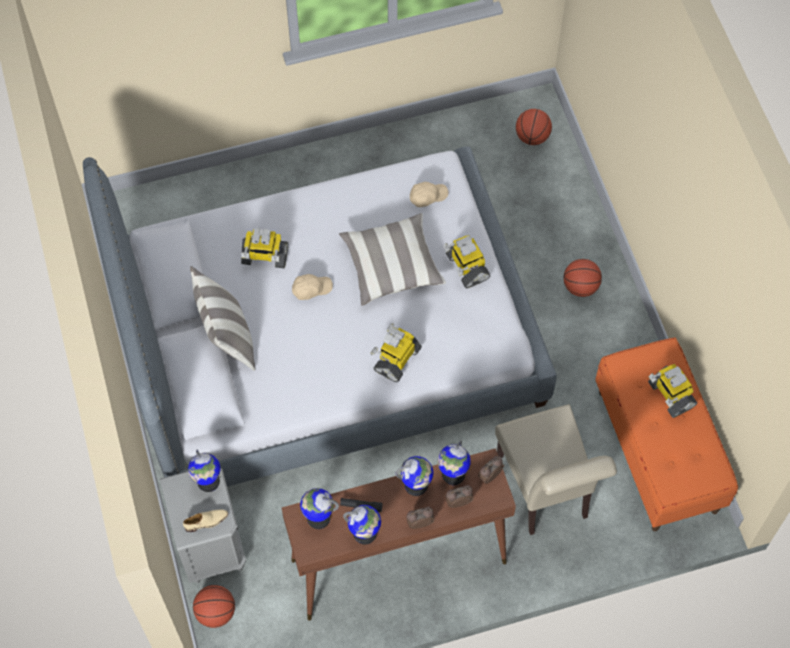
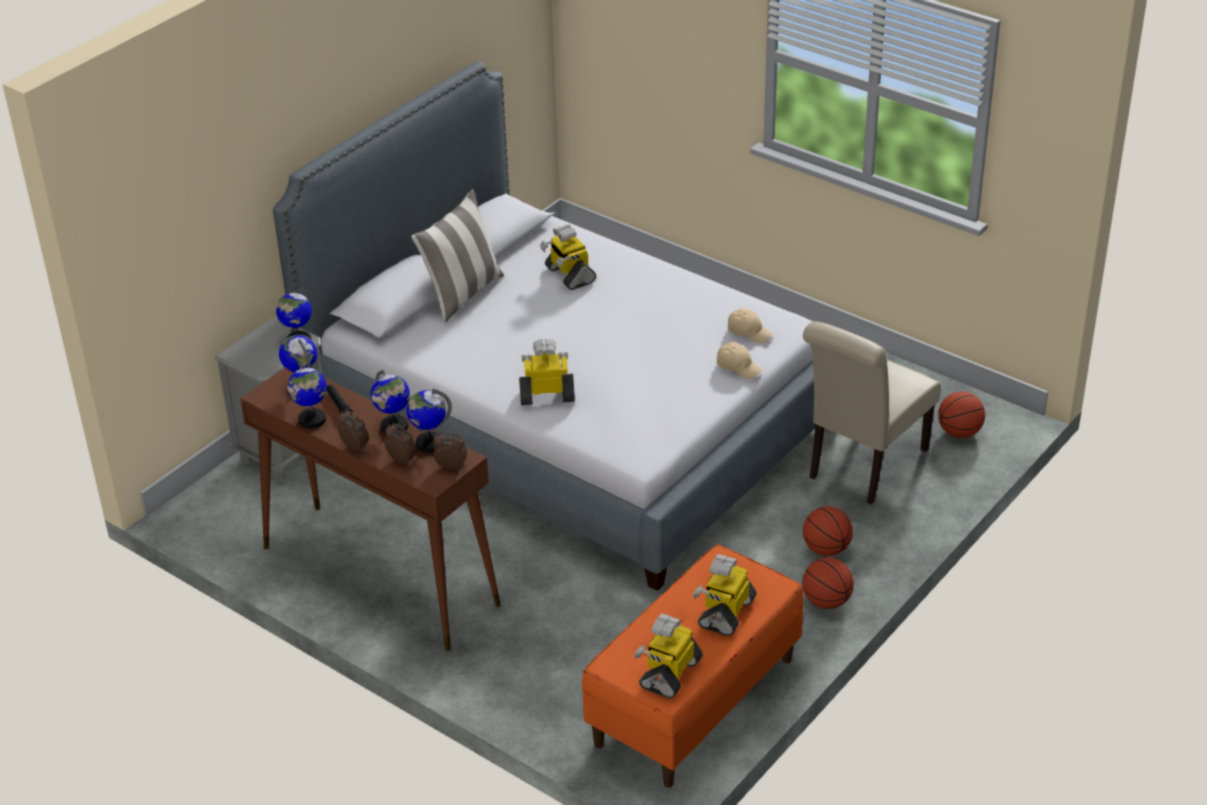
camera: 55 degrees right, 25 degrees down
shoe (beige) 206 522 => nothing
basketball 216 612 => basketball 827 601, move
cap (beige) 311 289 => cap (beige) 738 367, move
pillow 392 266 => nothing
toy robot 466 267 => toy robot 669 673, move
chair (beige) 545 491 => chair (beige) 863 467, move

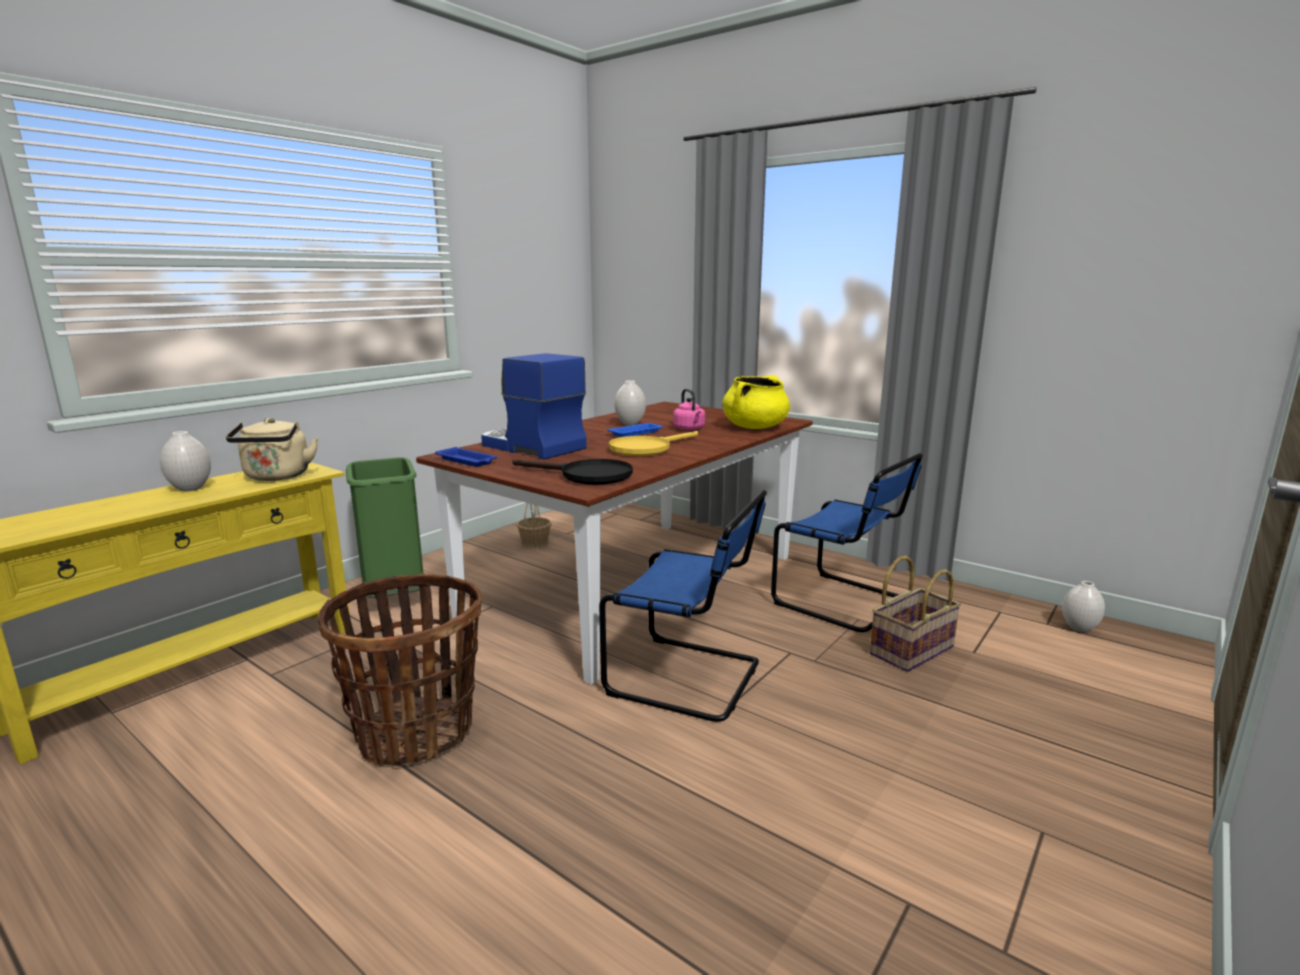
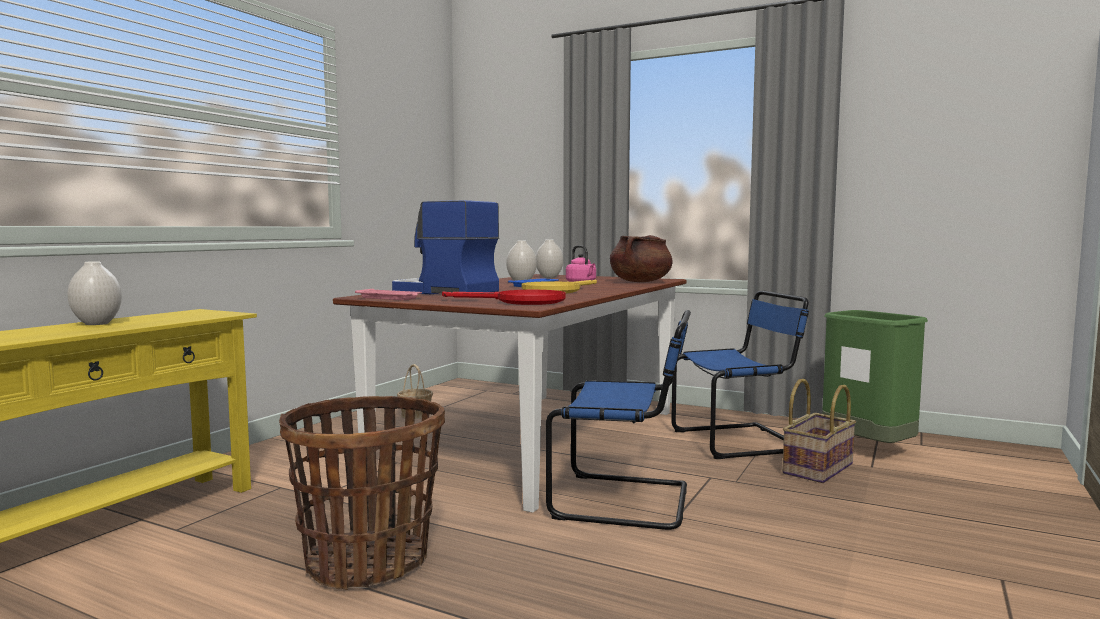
camera: 10 degrees left, 10 degrees down
kettle (beige) 277 477 => nothing
trash can (green) 395 598 => trash can (green) 868 450, move
tray (blue) 467 461 => tray (pink) 389 298
frying pan (black) 586 475 => frying pan (red) 520 301
cooking pot (yellow) 755 427 => cooking pot (brown) 640 282
chair (blue) 844 603 => chair (blue) 739 441, 45 degrees counterclockwise
vase (white) 1079 628 => vase (white) 549 277, move

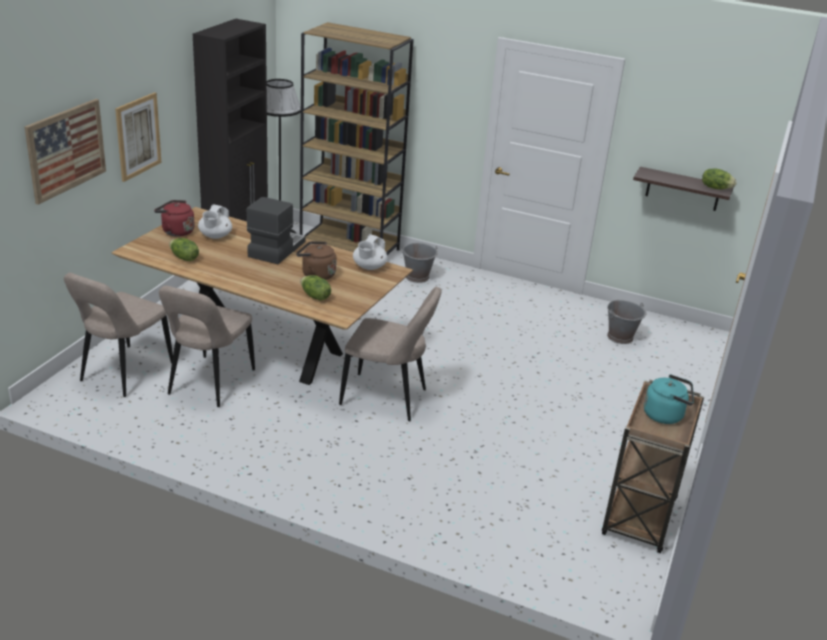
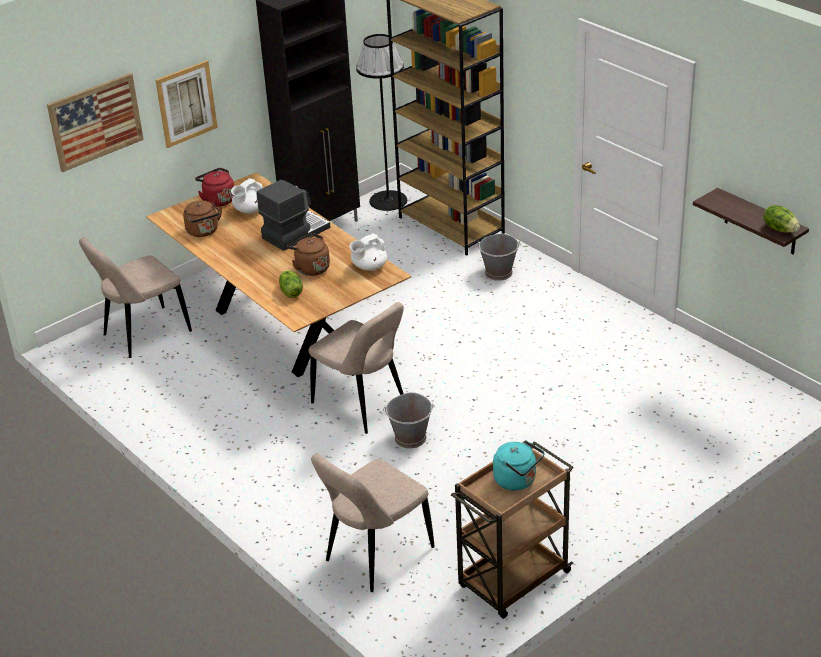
camera: 30 degrees right, 5 degrees up
chair (beige) 209 384 => chair (beige) 375 556, move
lettuce 184 258 => kettle (brown) 203 232
bucket (grey) 620 337 => bucket (grey) 411 438, move

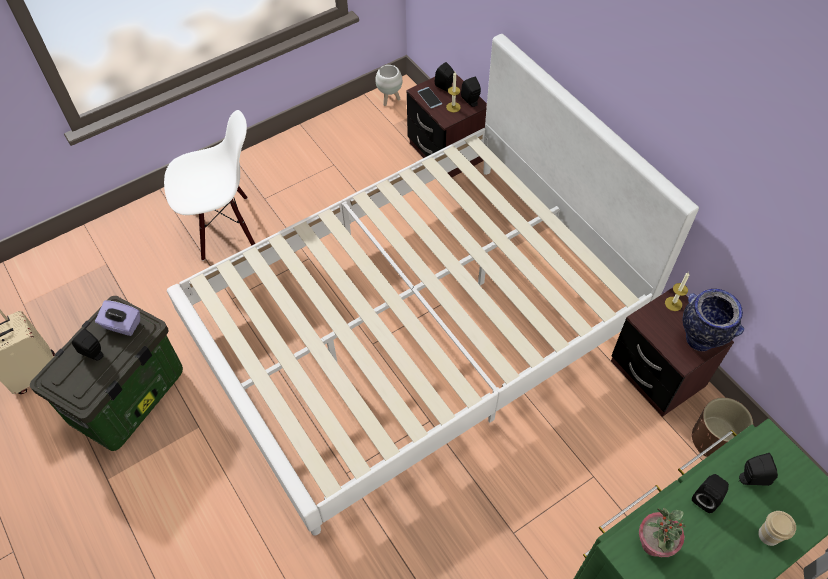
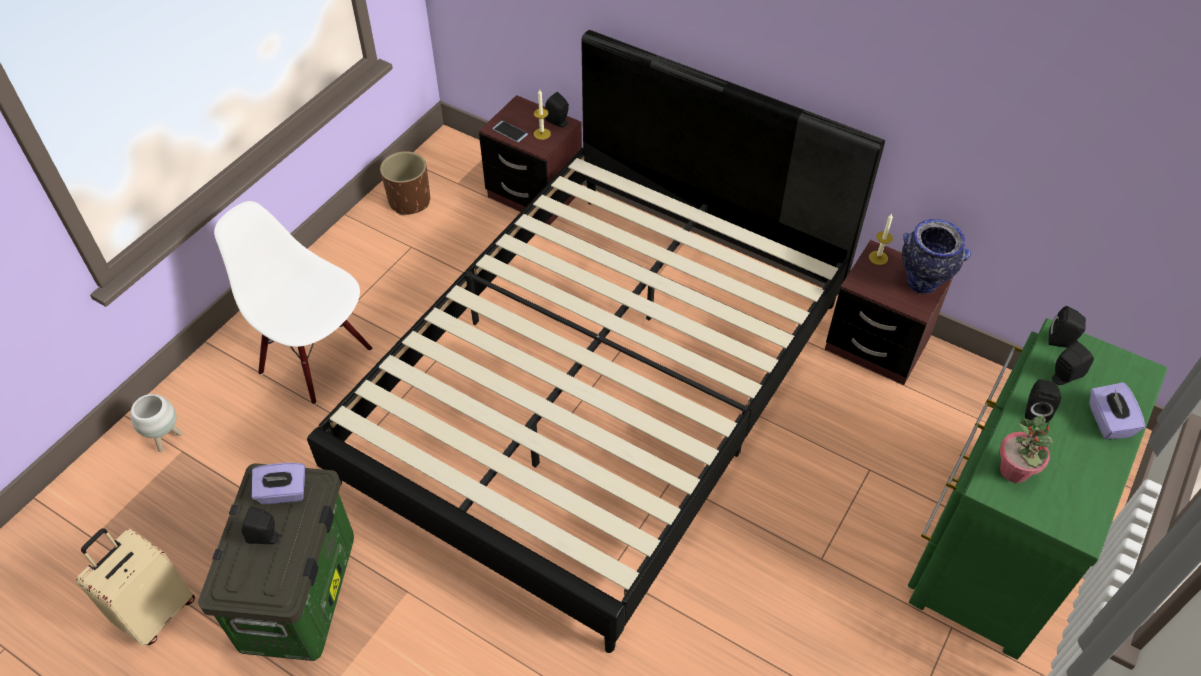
camera: 25 degrees left, 5 degrees down
chair (white) 225 229 => chair (white) 317 359, 105 degrees counterclockwise
bed (white) 415 326 => bed (black) 601 388
planter (white) 389 100 => planter (white) 166 439, move
speaker (black) 445 87 => speaker (black) 1062 341, move
planter (brown) 713 440 => planter (brown) 410 201, move
cup 769 535 => tissue box (purple) 1108 421

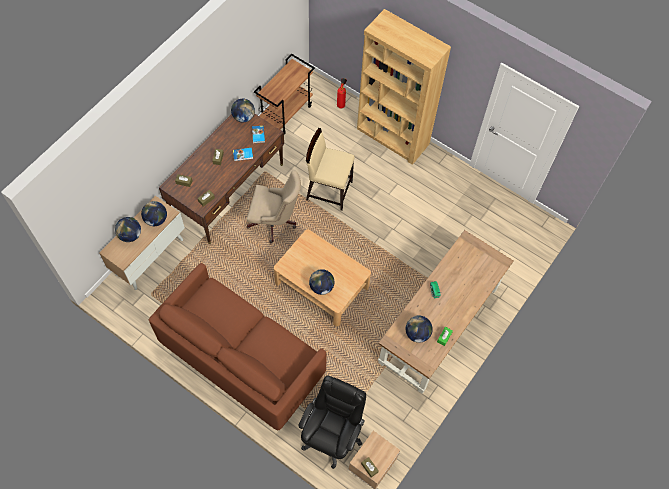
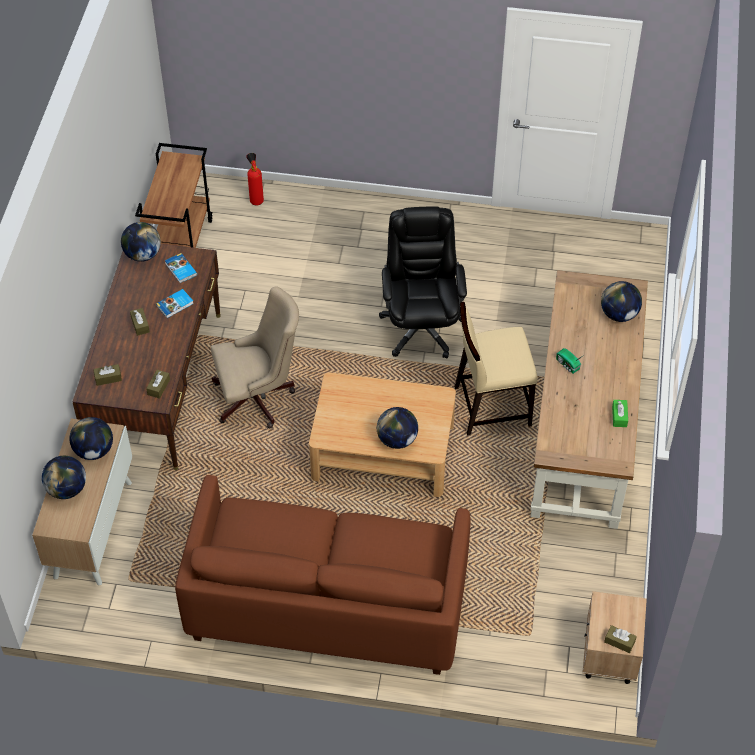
camera: 25 degrees left, 10 degrees down
office chair (black) 331 435 => office chair (black) 421 326, move
chair (beige) 329 190 => chair (beige) 491 406, move
bookcase (brown) 392 137 => nothing
globe 417 333 => globe 619 314, move

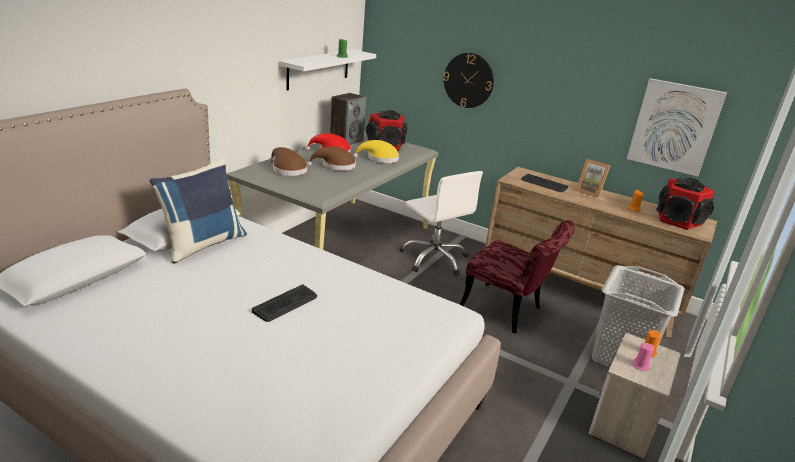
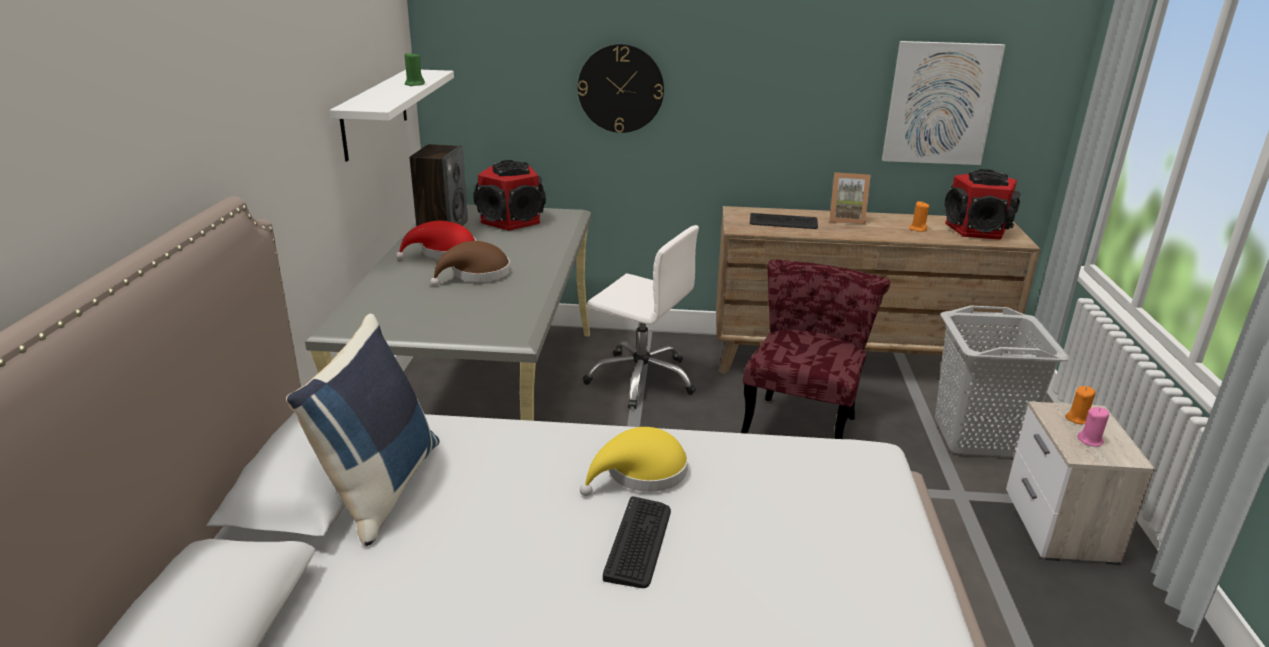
camera: 25 degrees left, 0 degrees up
hat (brown) 287 170 => nothing
hat (yellow) 380 159 => hat (yellow) 641 473, move
chair (red) 508 312 => chair (red) 802 424, 75 degrees counterclockwise

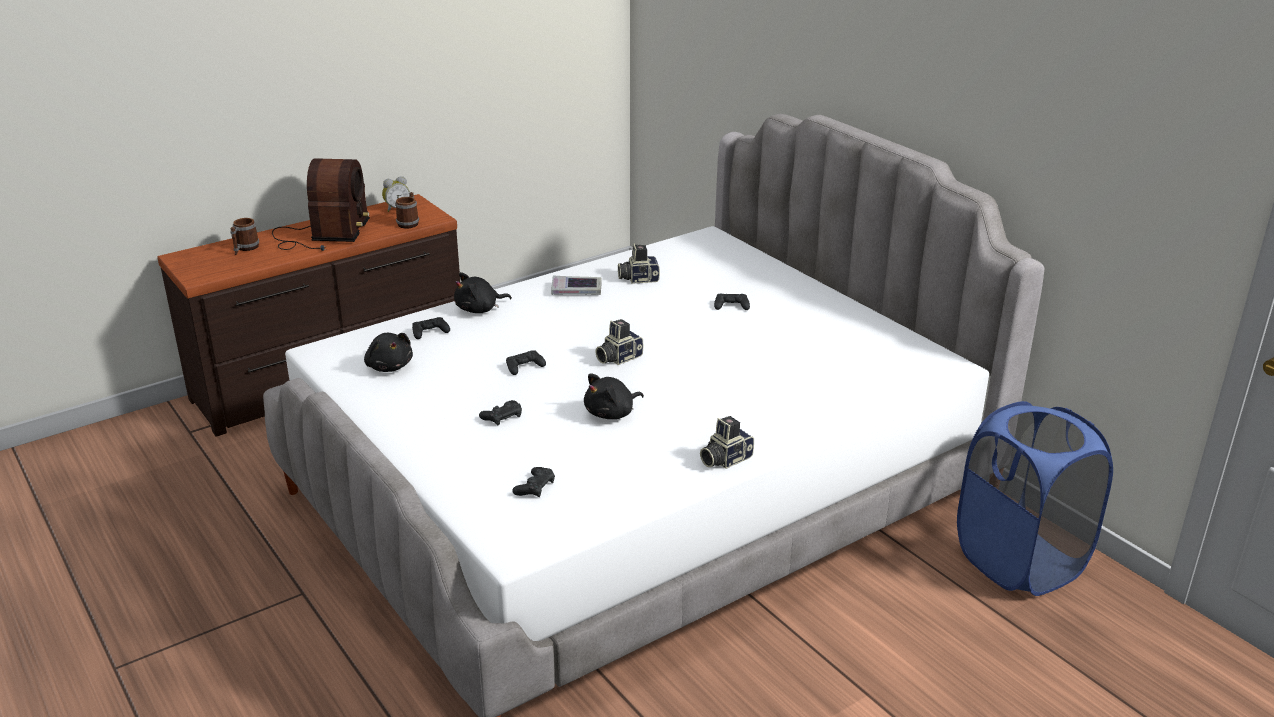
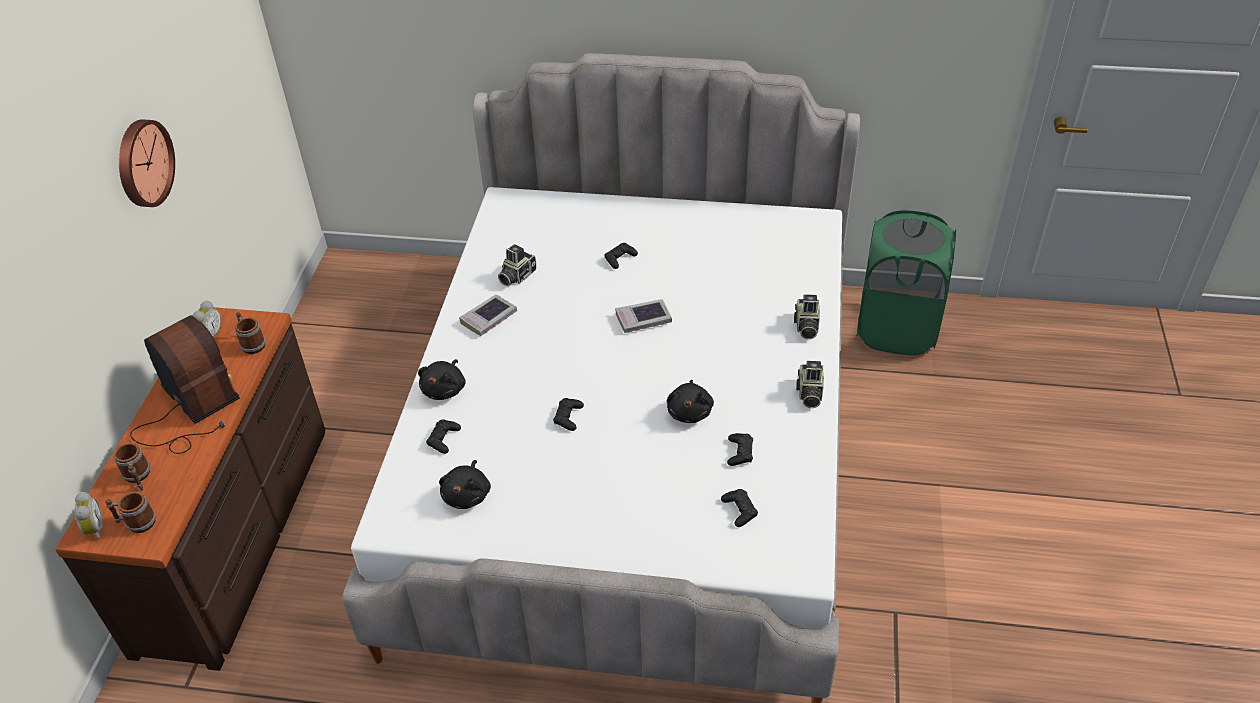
camera: 45 degrees left, 15 degrees up
plush toy (black) 389 366 => plush toy (black) 467 495, 90 degrees clockwise
game controller (black) 502 417 => game controller (black) 740 453, move
photo camera 618 357 => photo camera 806 326, move
laundry basket (blue) 1019 561 => laundry basket (green) 896 329
nothing => alarm clock 94 530
nothing => mug 136 522
nothing => wall clock 142 163
nothing => book 643 319

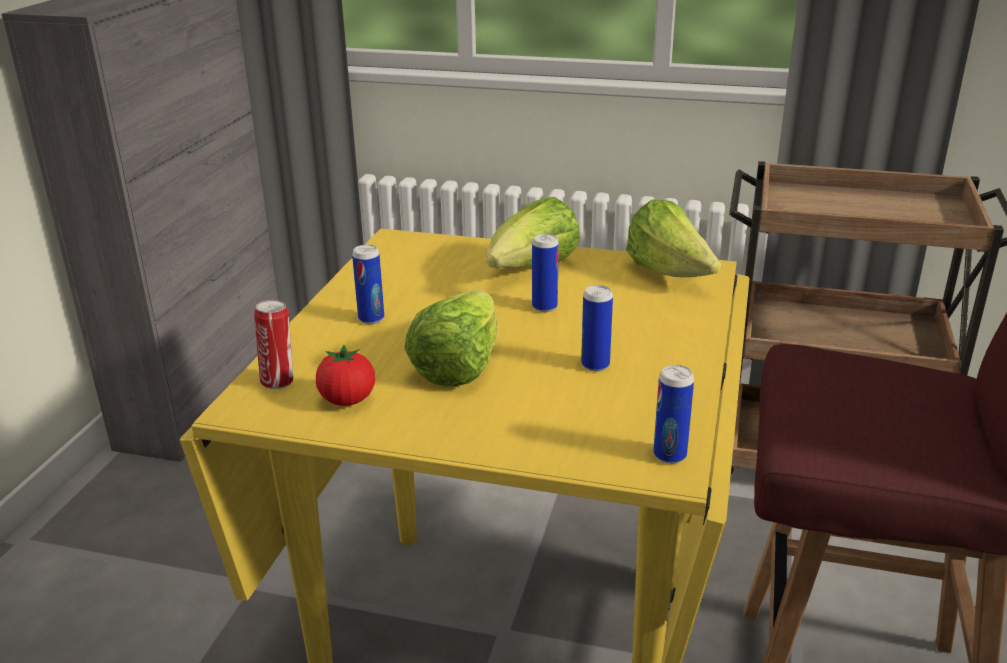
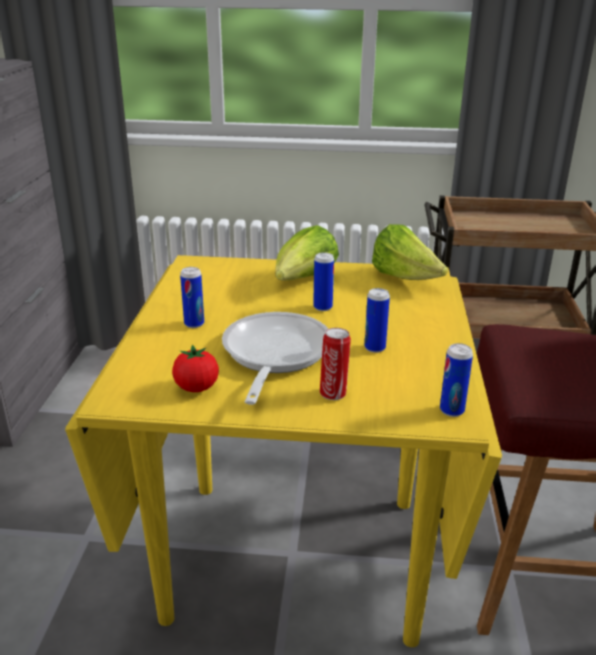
camera: 10 degrees left, 0 degrees up
can 279 381 => can 333 393, move
lettuce 458 366 => frying pan 273 355

